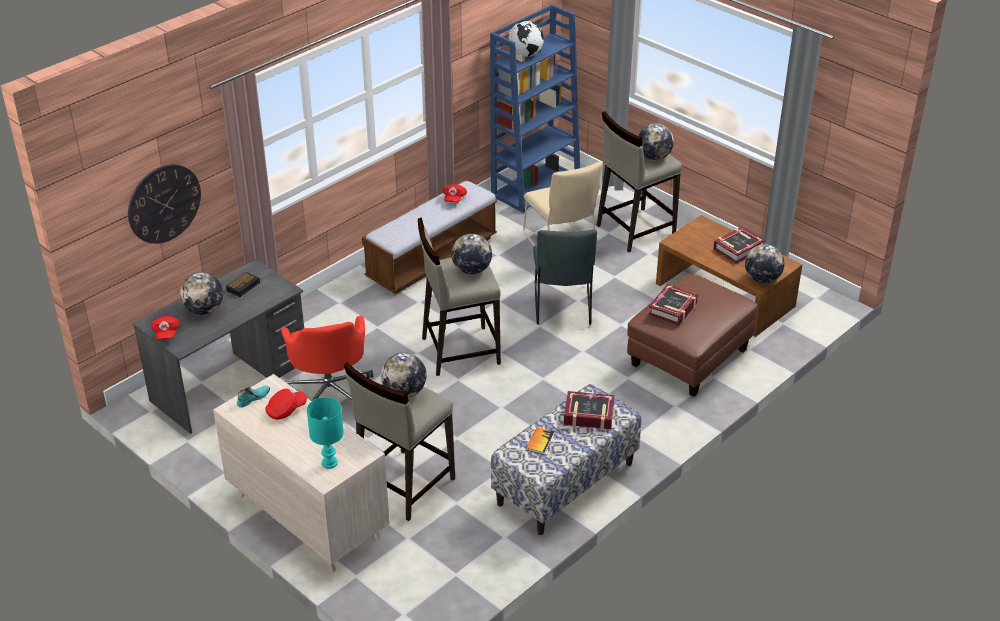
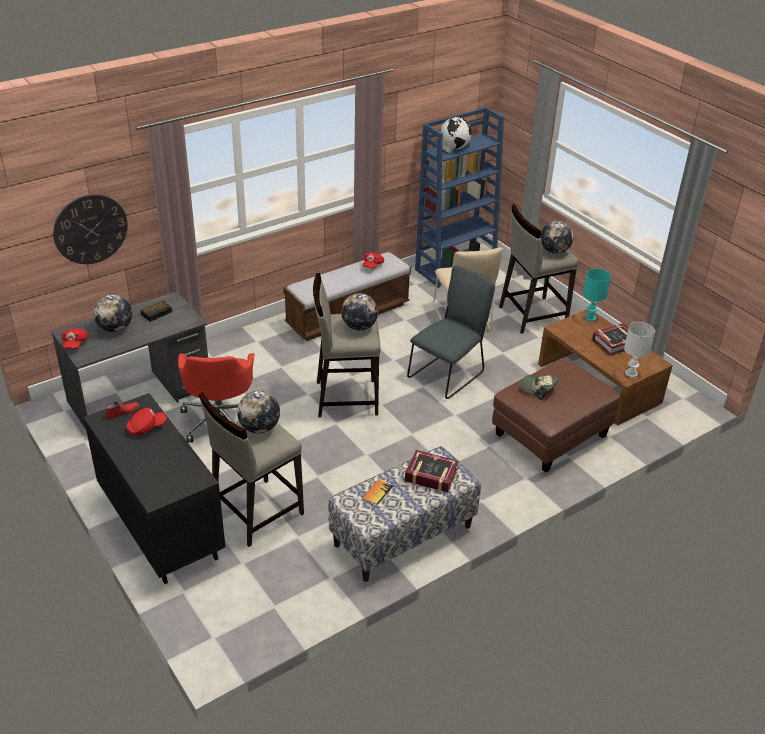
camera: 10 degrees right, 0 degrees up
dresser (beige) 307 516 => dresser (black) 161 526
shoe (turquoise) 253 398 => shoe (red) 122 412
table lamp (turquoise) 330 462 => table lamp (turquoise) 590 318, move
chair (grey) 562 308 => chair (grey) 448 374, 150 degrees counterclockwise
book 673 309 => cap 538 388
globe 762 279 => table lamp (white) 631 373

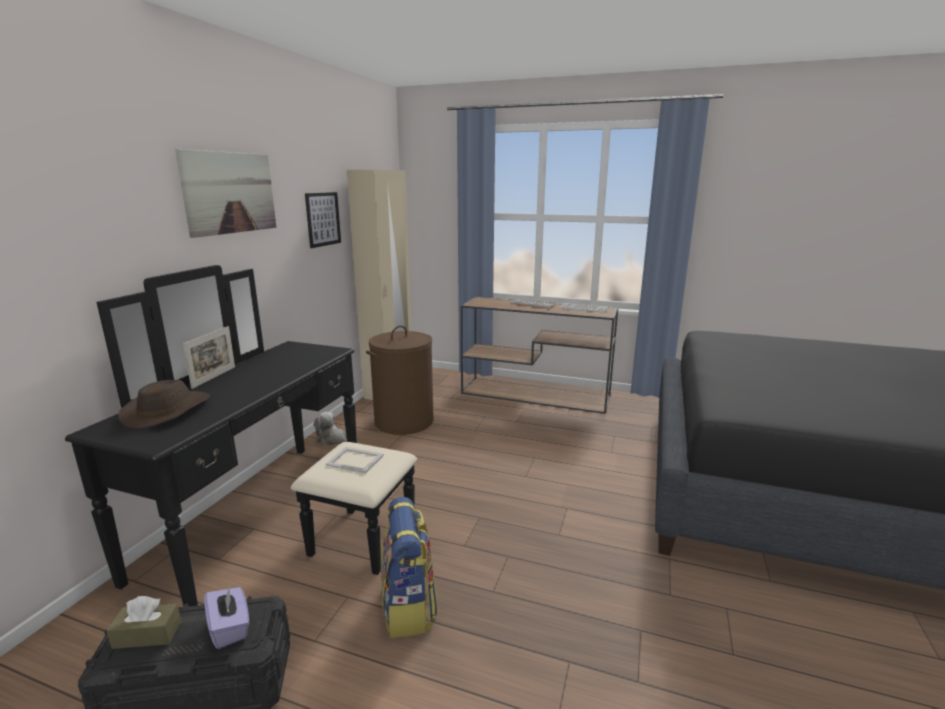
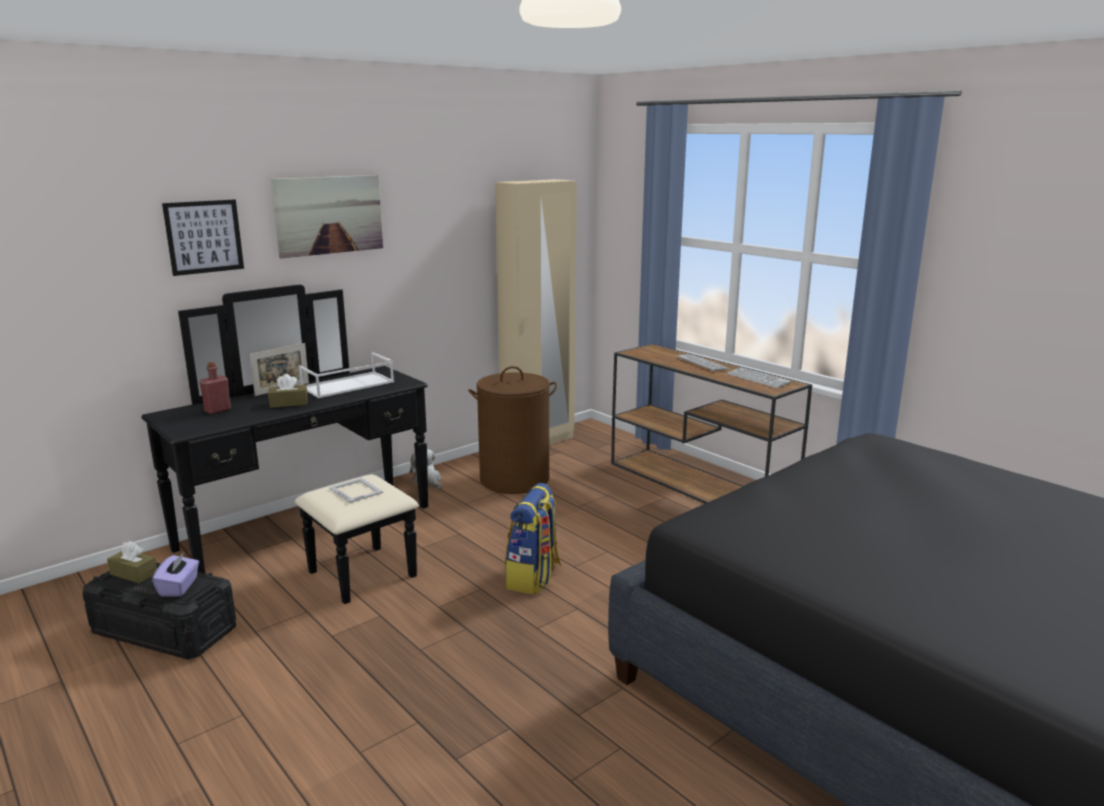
camera: 30 degrees right, 0 degrees up
hat (brown) 167 411 => bottle (red) 217 410
picture 323 219 => picture 204 237, move
backpack 409 607 => backpack 533 578, move
nothing => tissue box (brown) 289 403
nothing => tray (white) 347 385

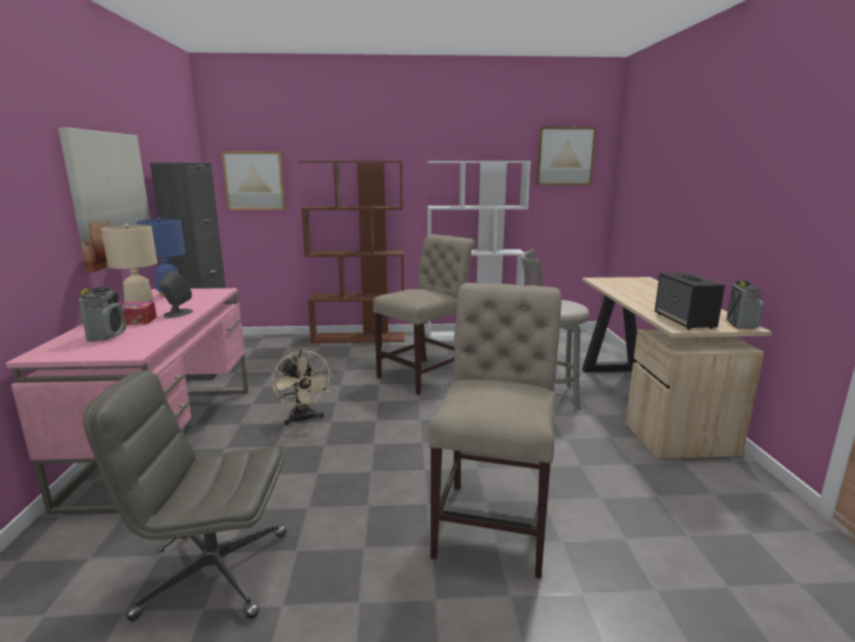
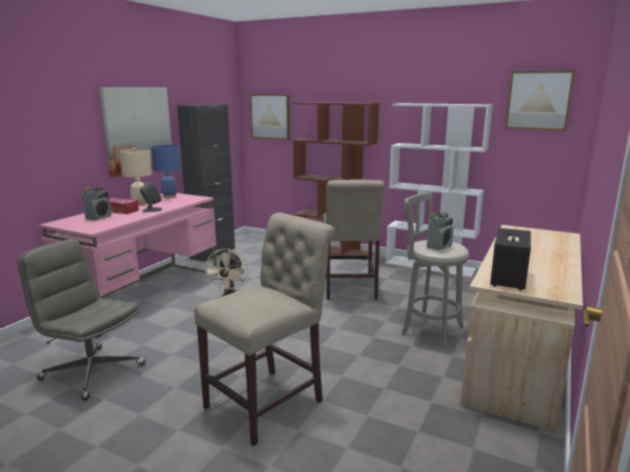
camera: 30 degrees right, 0 degrees up
chair (beige) 425 375 => chair (beige) 349 289, 105 degrees clockwise
radio 741 324 => radio 439 246, move

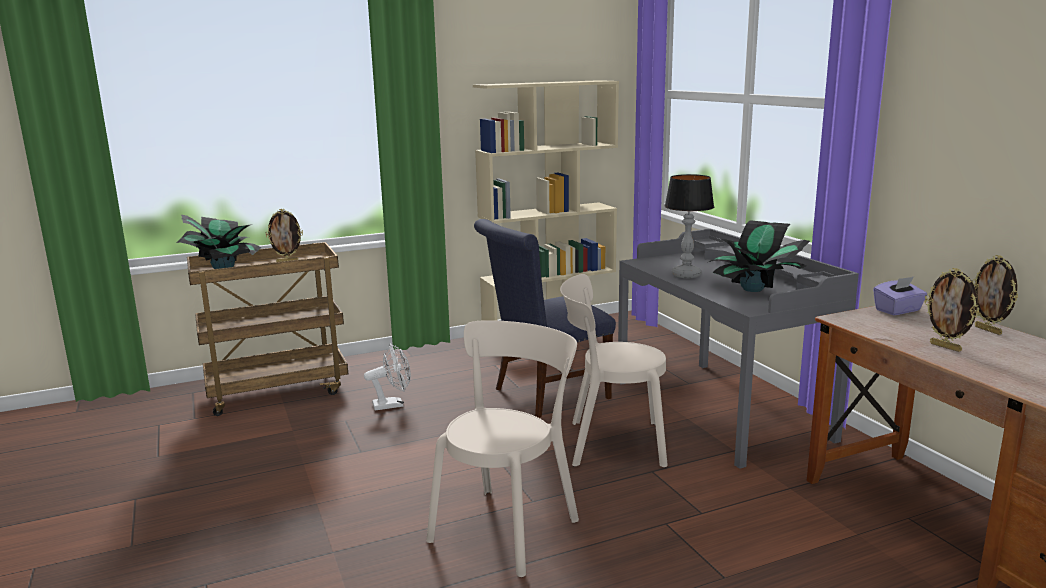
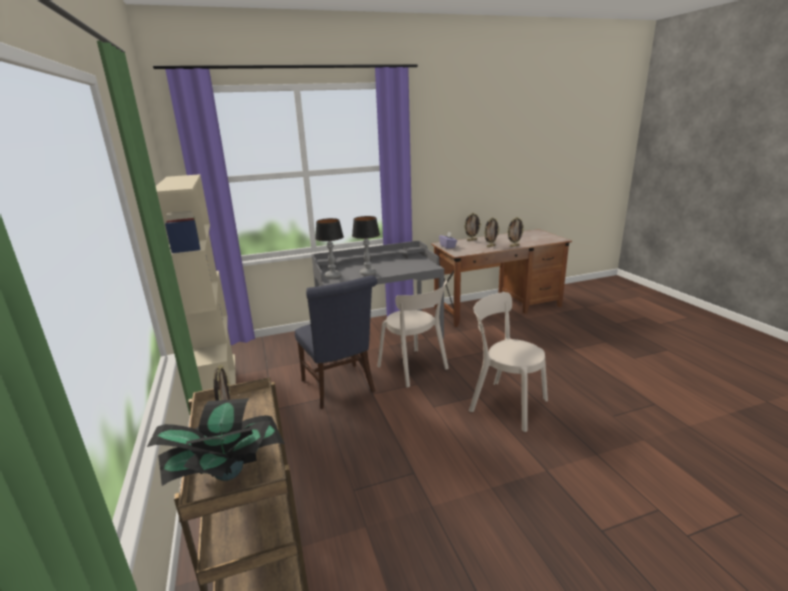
camera: 85 degrees left, 5 degrees up
fan (white) 393 404 => nothing
chair (beige) 610 443 => chair (beige) 414 369, 45 degrees counterclockwise
potted plant 753 289 => nothing
nothing => table lamp 332 276
nothing => picture frame 514 246

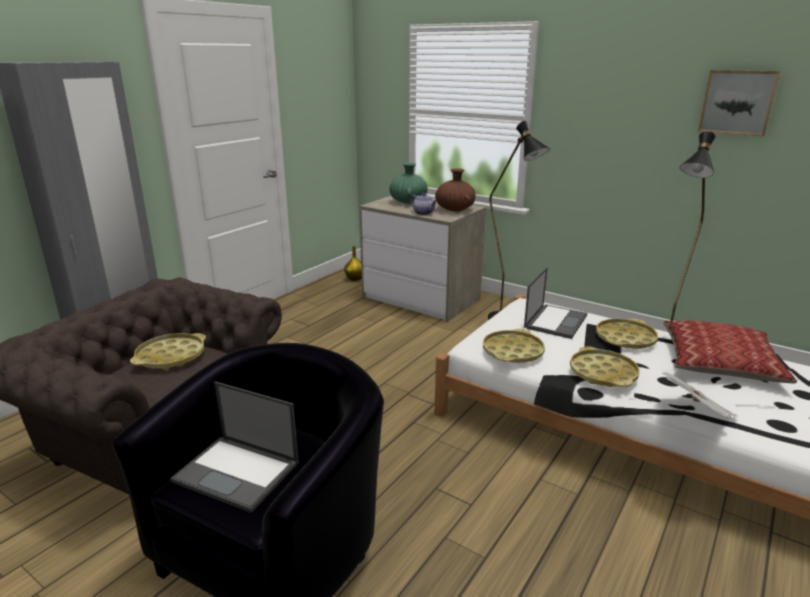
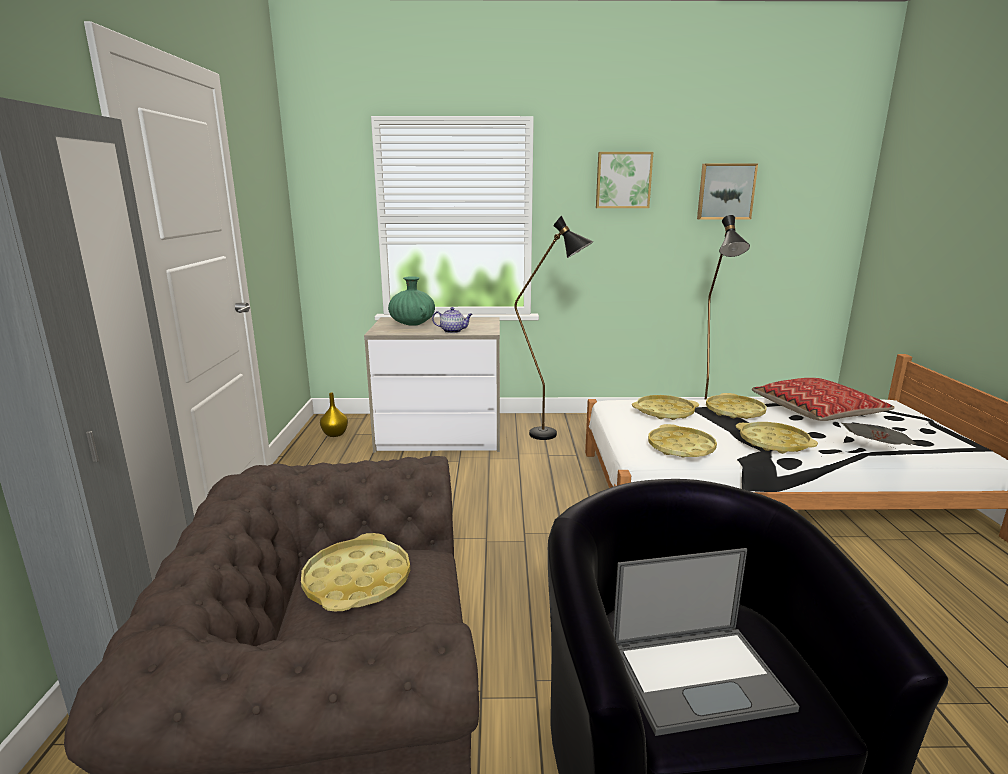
camera: 35 degrees left, 5 degrees down
vase (brown) 455 210 => nothing
laptop 555 321 => tray (yellow) 664 412
nothing => picture 623 180

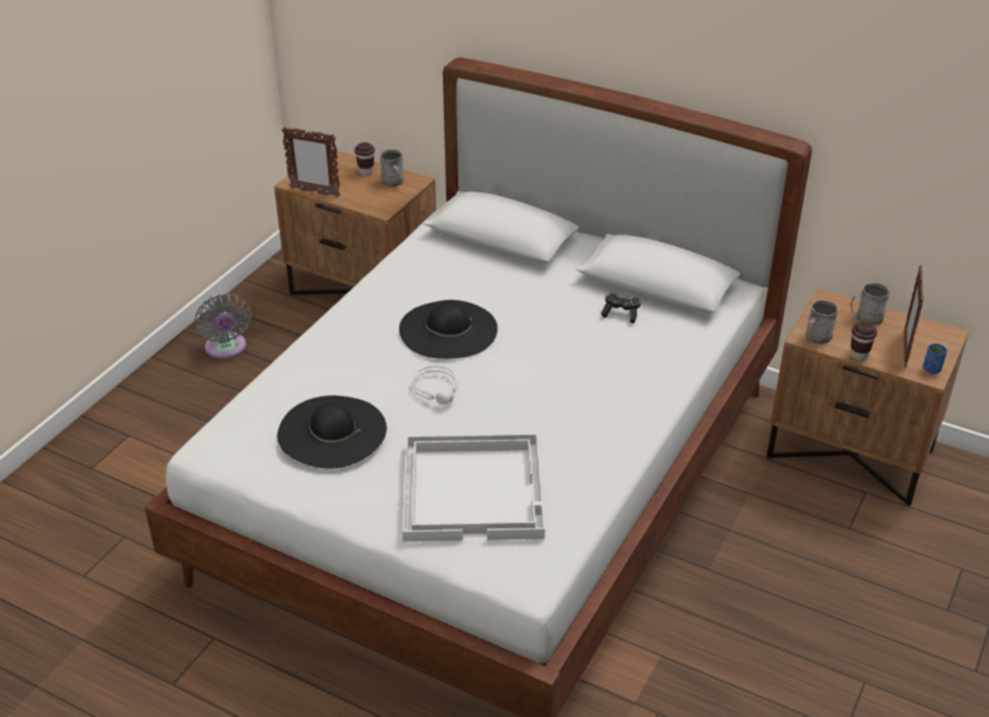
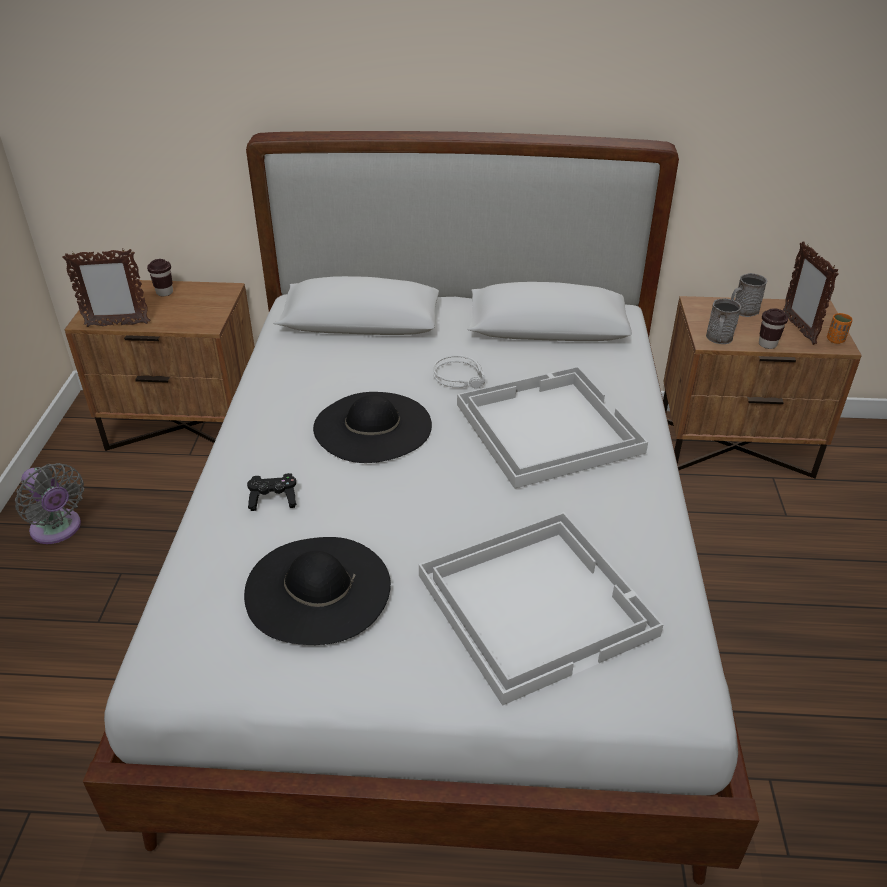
camera: 25 degrees left, 0 degrees up
mug (grey) 393 183 => nothing
headphones (grey) 438 389 => headphones (grey) 461 377, move
game controller (black) 621 314 => game controller (black) 273 499, move
cup (blue) 931 369 => cup (orange) 835 340
nothing => tray (white) 546 427

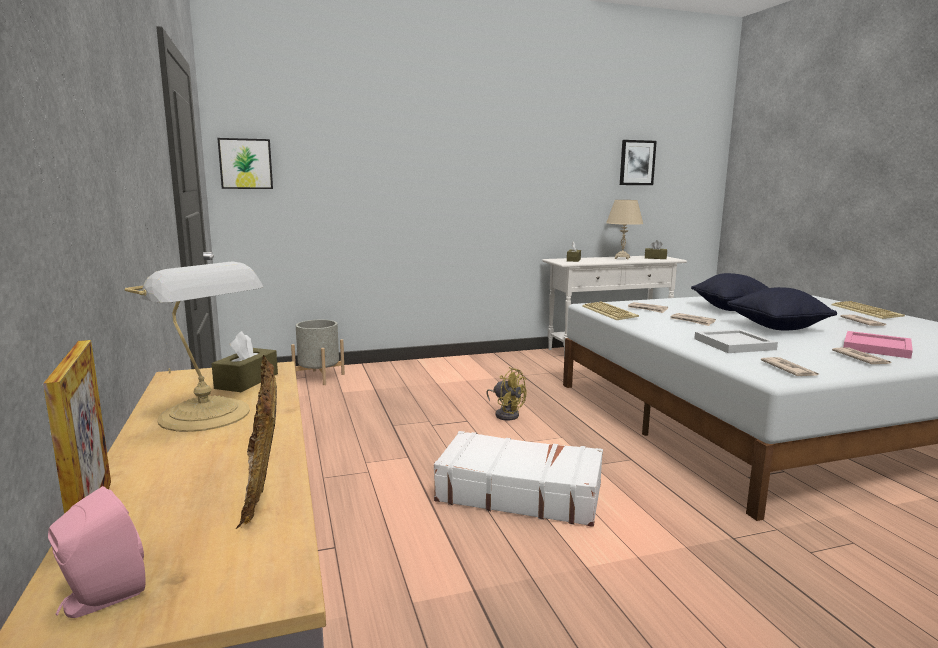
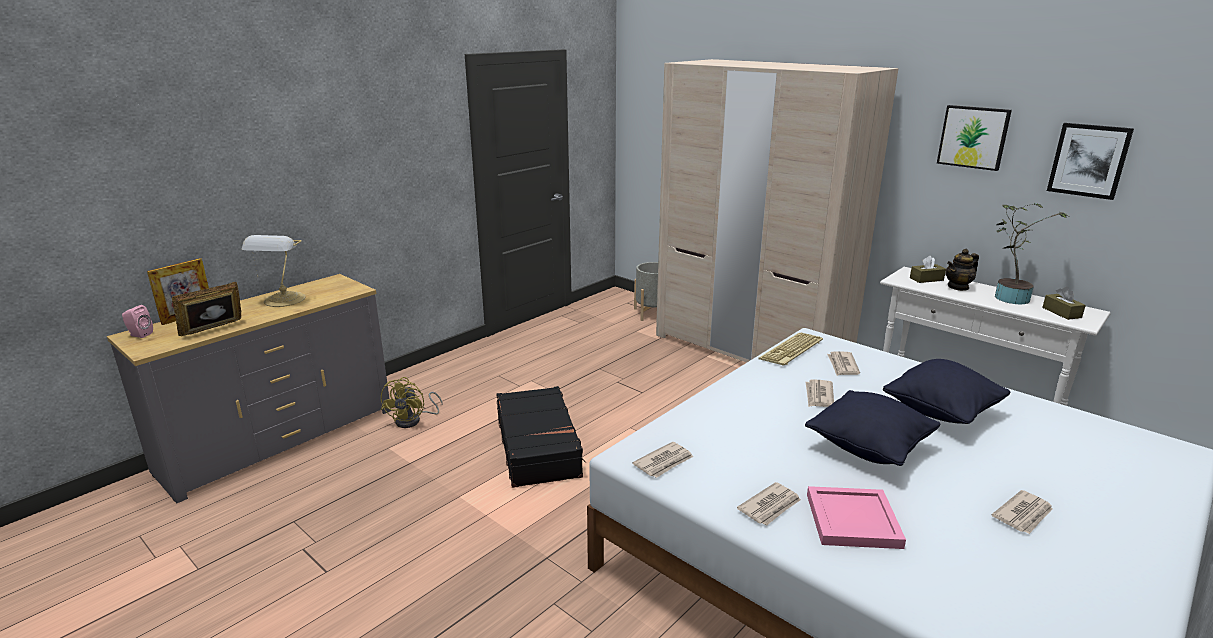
camera: 60 degrees right, 10 degrees up
tissue box (brown) 247 381 => nothing
picture 246 164 => picture 973 137, move
suitcase (white) 519 493 => suitcase (black) 539 447
fan (yellow) 506 414 => fan (yellow) 413 420, move
table lamp (beige) 622 258 => potted plant 1008 297
tray (white) 735 344 => nothing
keyboard 867 311 => nothing
nothing => wardrobe (beige) 750 349
nothing => teapot 958 287

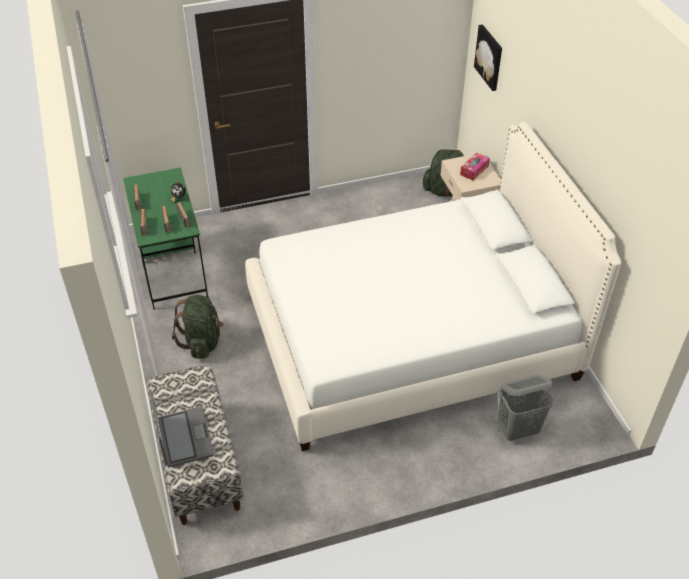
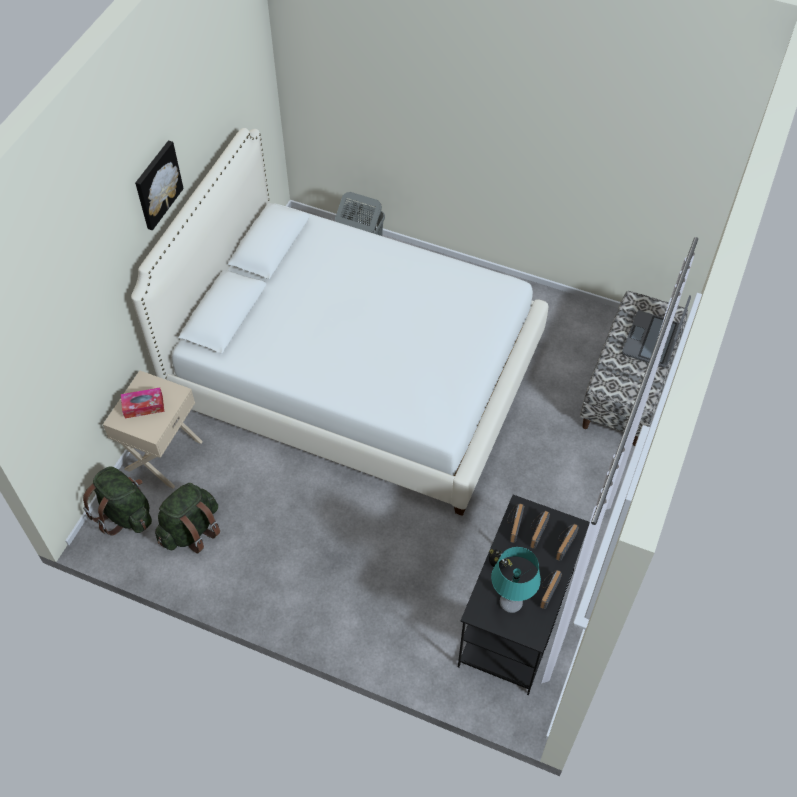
camera: 140 degrees left, 10 degrees up
desk (green) 172 269 => desk (black) 515 621
backpack (green) 202 342 => backpack (green) 191 530, move
picture 489 57 => picture 157 184, move
nothing => table lamp (turquoise) 511 603

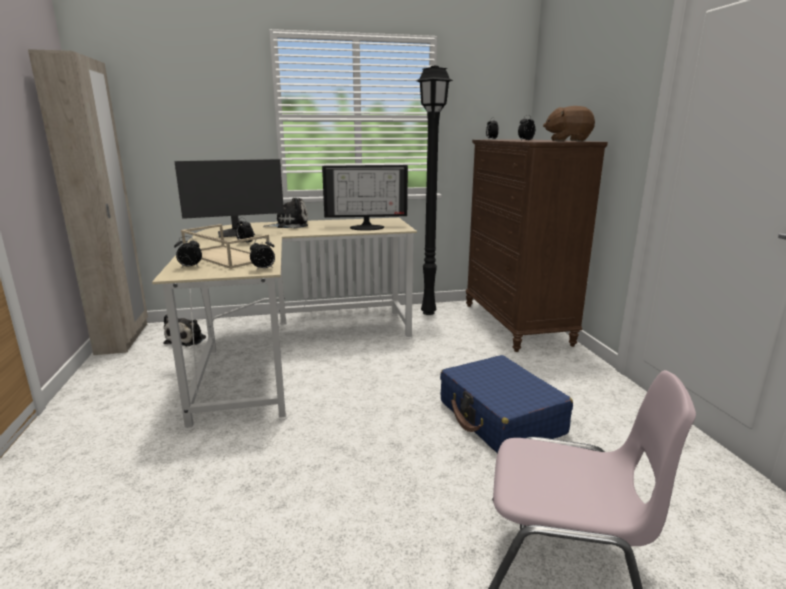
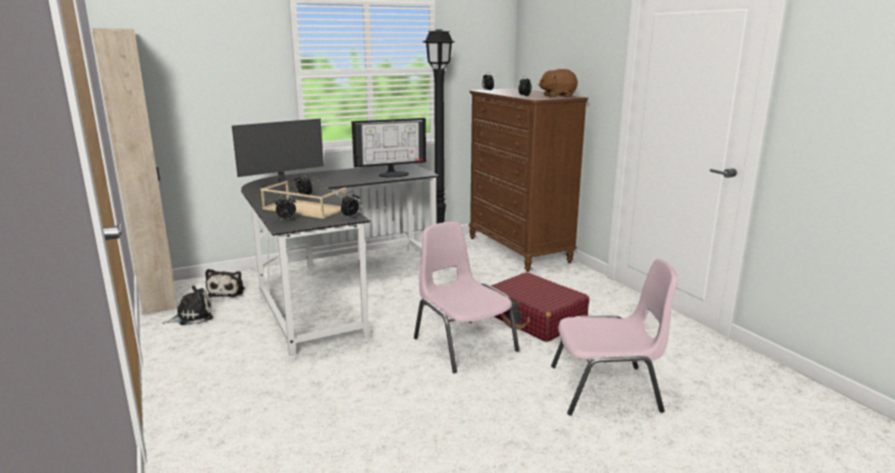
camera: 15 degrees left, 0 degrees up
desk (beige) 291 350 => desk (black) 336 290
plush toy 289 225 => plush toy 192 316, move
suitcase (blue) 500 418 => suitcase (red) 535 318
nothing => chair (pink) 463 344

